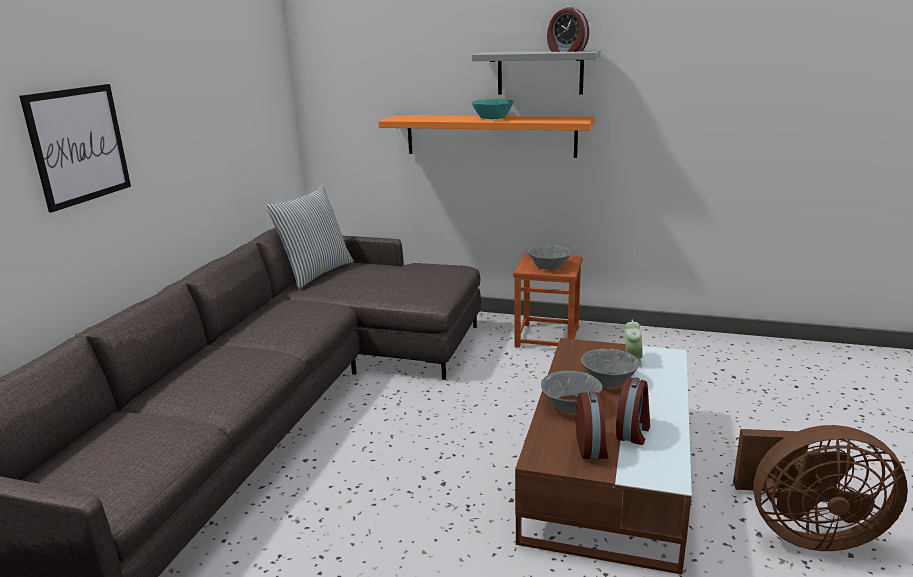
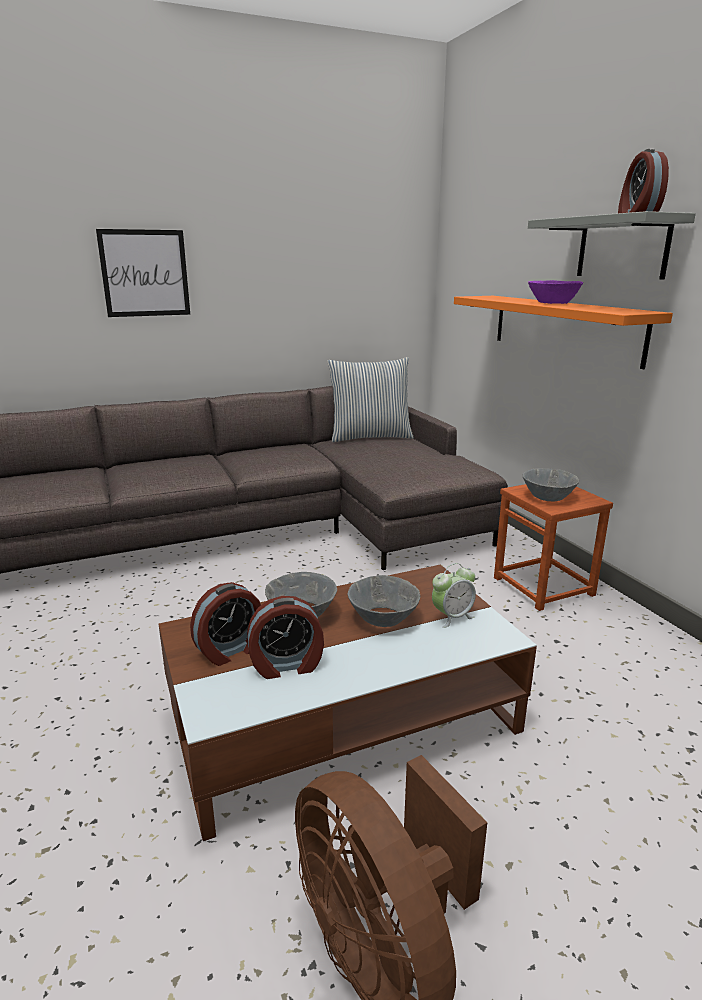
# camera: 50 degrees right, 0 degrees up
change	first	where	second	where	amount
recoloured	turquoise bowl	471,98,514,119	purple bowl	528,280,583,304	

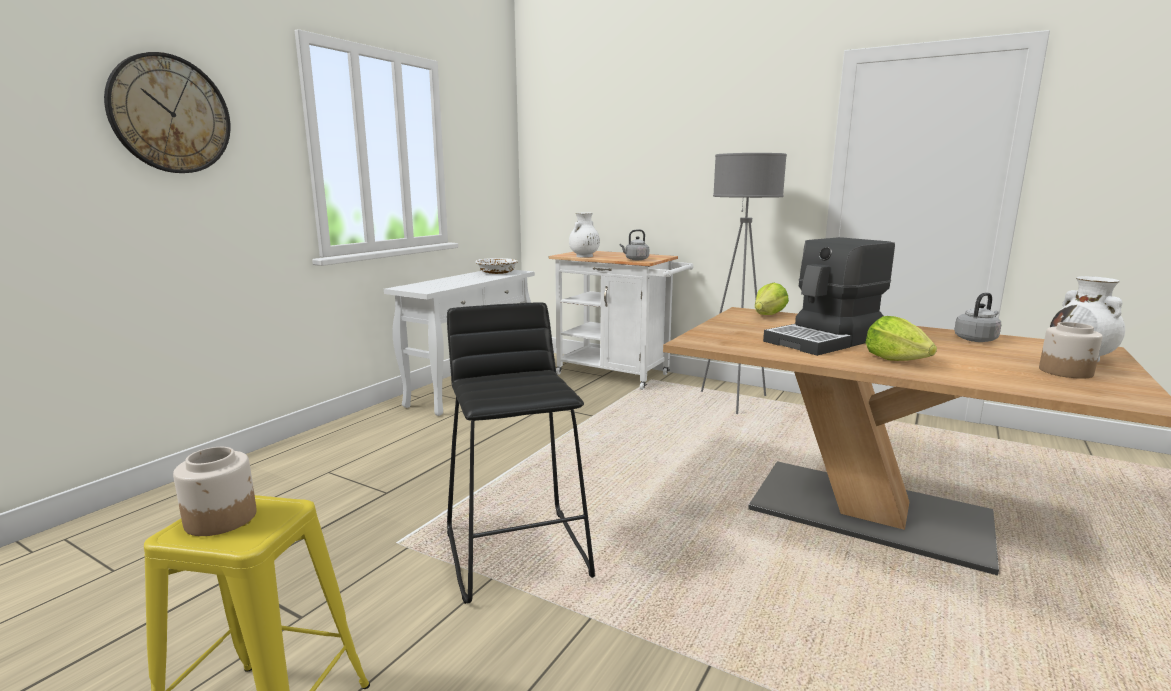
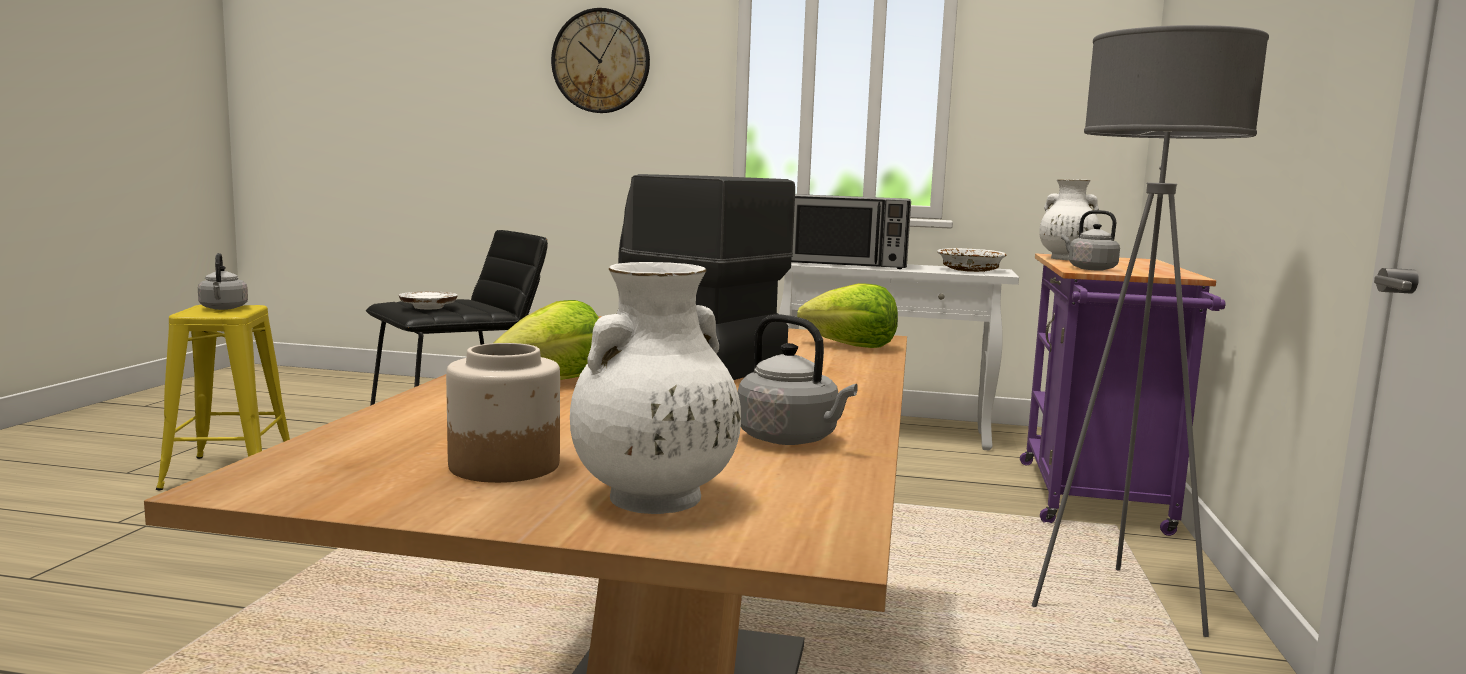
# camera: 70 degrees right, 5 degrees down
change	first	where	second	where	amount
replaced	jar	173,447,257,536	grey kettle	198,253,248,310	
added			white plate	399,292,458,309	
added			microwave	791,194,911,269	
recoloured	white cart	549,251,693,390	purple cart	1020,253,1226,536	

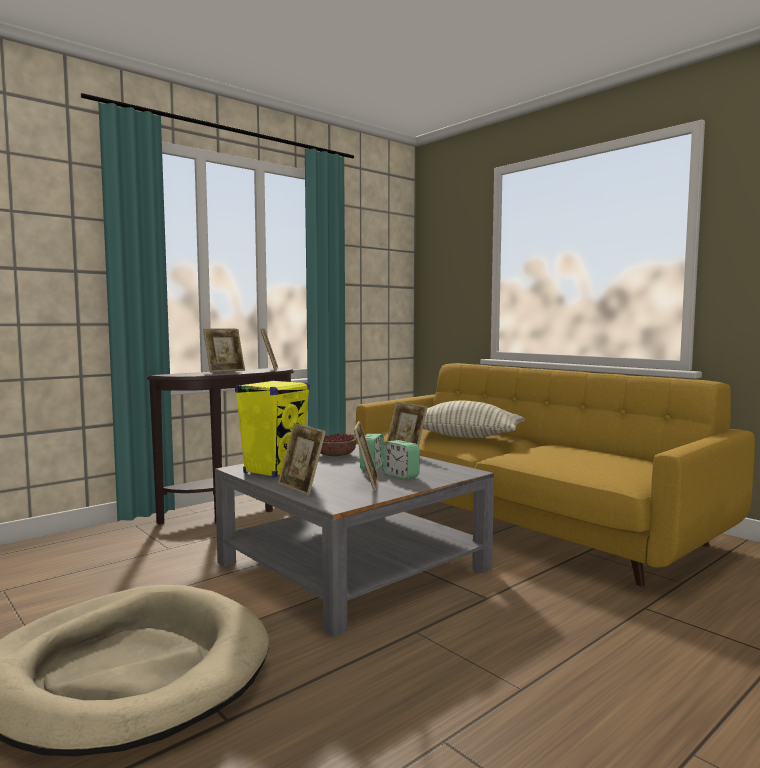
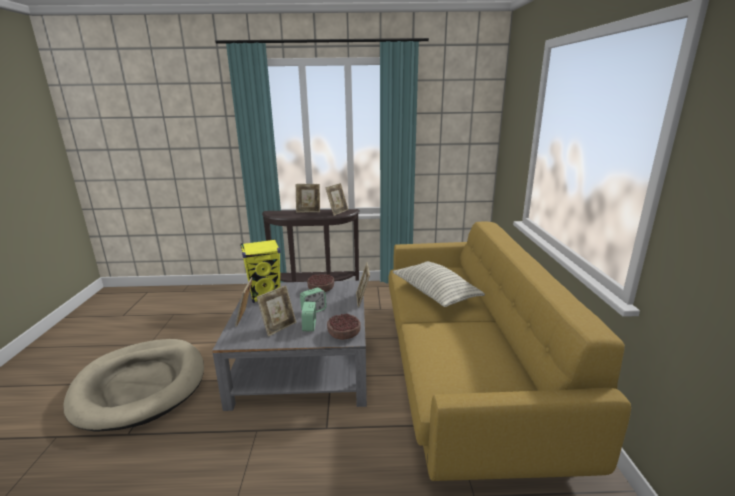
# camera: 40 degrees right, 15 degrees up
change	first	where	second	where	amount
added			bowl	327,314,361,340	

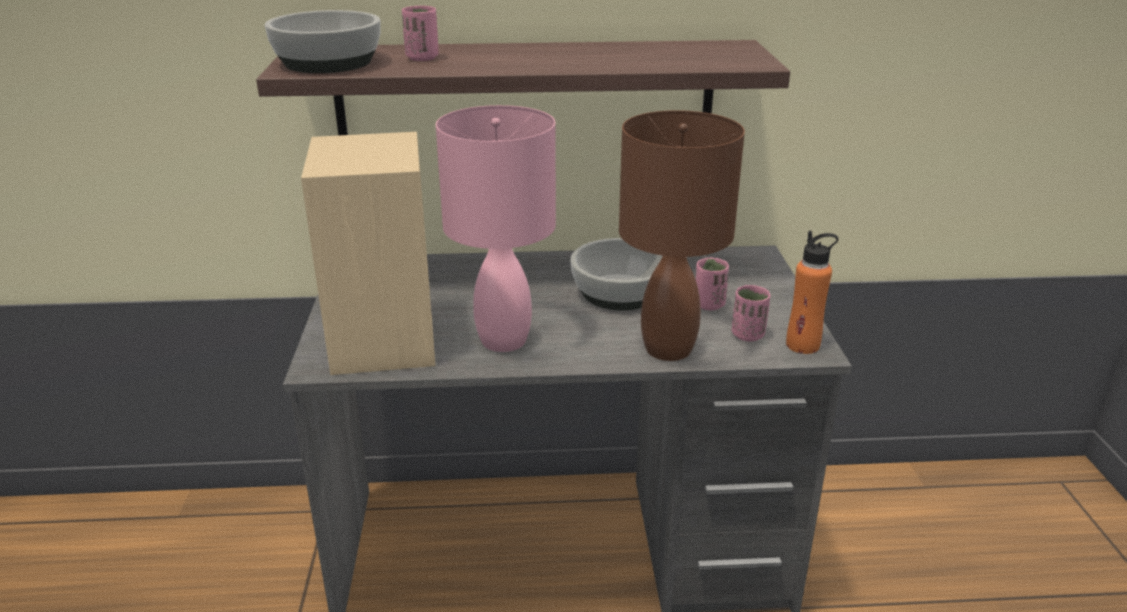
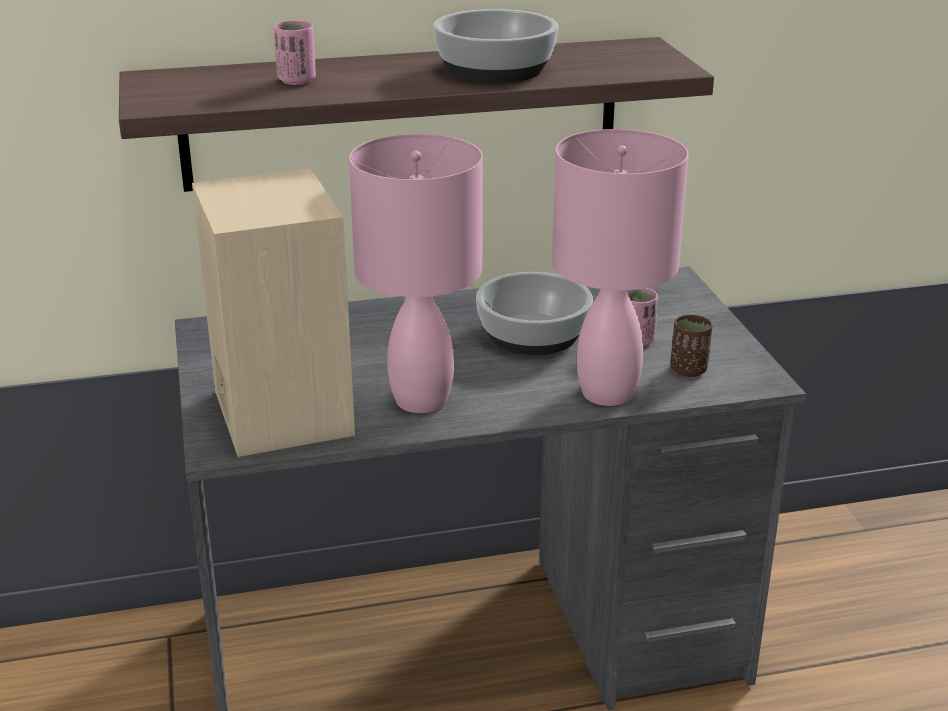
# camera: 10 degrees left, 0 degrees up
change	first	where	second	where	amount
moved	bowl	265,10,381,73		433,9,558,83	
recoloured	brown table lamp	619,110,745,361	pink table lamp	552,129,689,406	
recoloured	pink cup	732,285,770,341	brown cup	670,315,713,377	
removed	orange bottle	786,231,838,354			

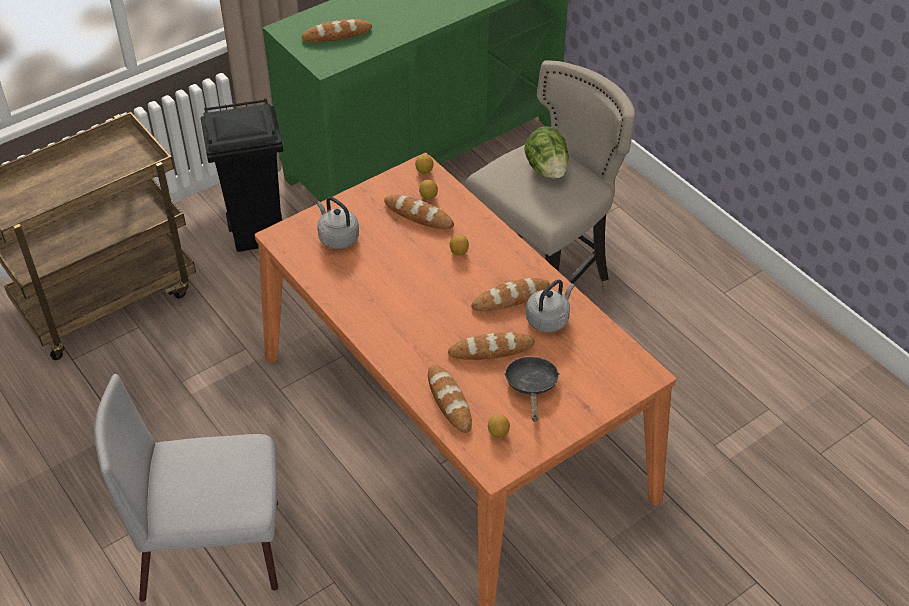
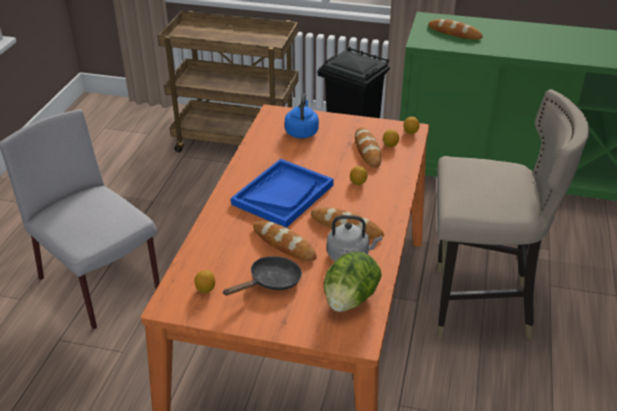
# camera: 50 degrees right, 10 degrees down
change	first	where	second	where	amount
added			blue tray	231,159,334,228	
recoloured	grey kettle	317,197,359,249	blue kettle	285,93,319,138	
moved	lettuce	524,126,569,179		324,252,382,312	
removed	bread	428,365,472,433			

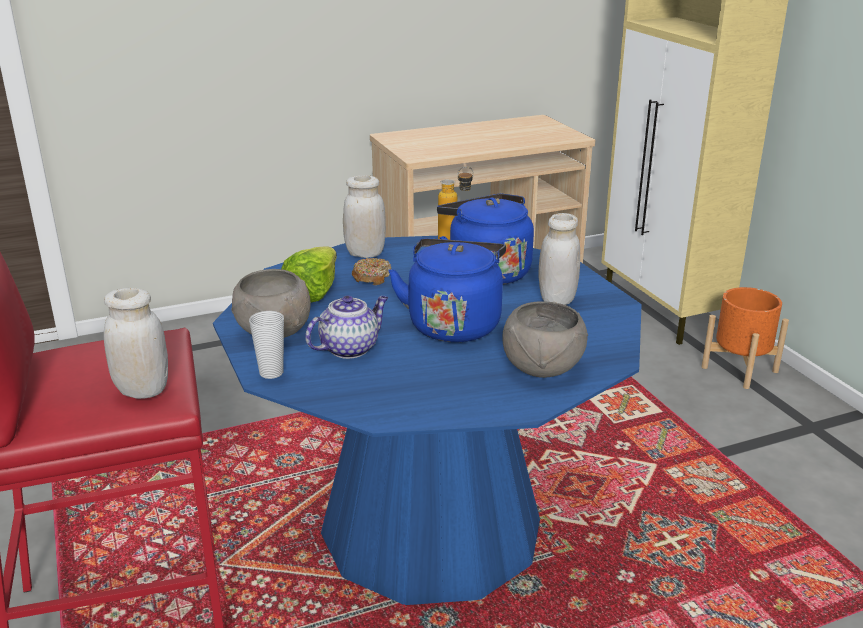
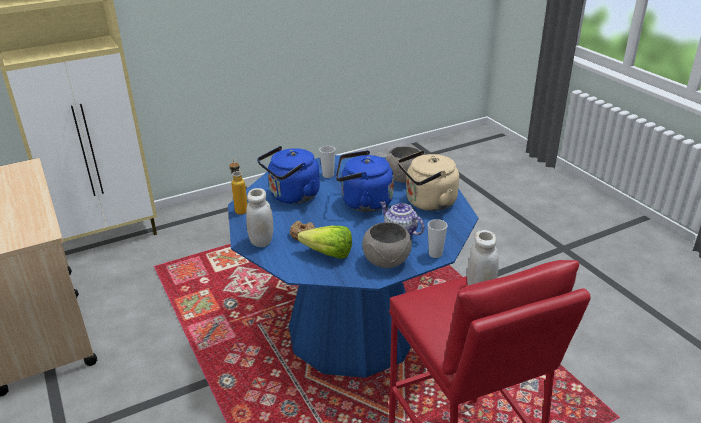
# camera: 95 degrees left, 5 degrees up
change	first	where	second	where	amount
replaced	white jar	539,213,580,305	cup	319,146,335,178	
added			beige kettle	398,150,459,211	
removed	orange planter	702,287,789,389			

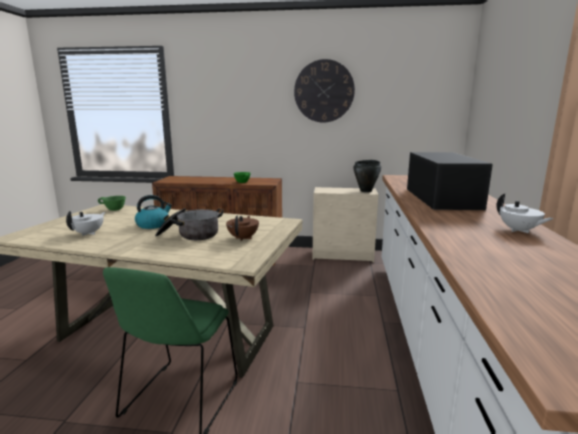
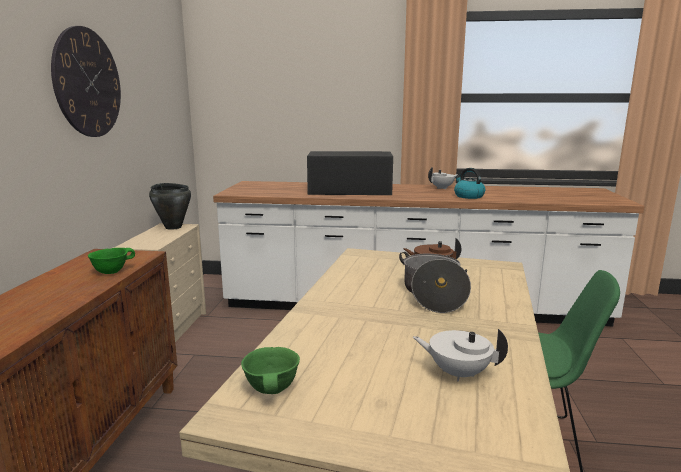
# camera: 90 degrees left, 0 degrees up
change	first	where	second	where	amount
moved	kettle	135,195,172,229		454,168,485,199	

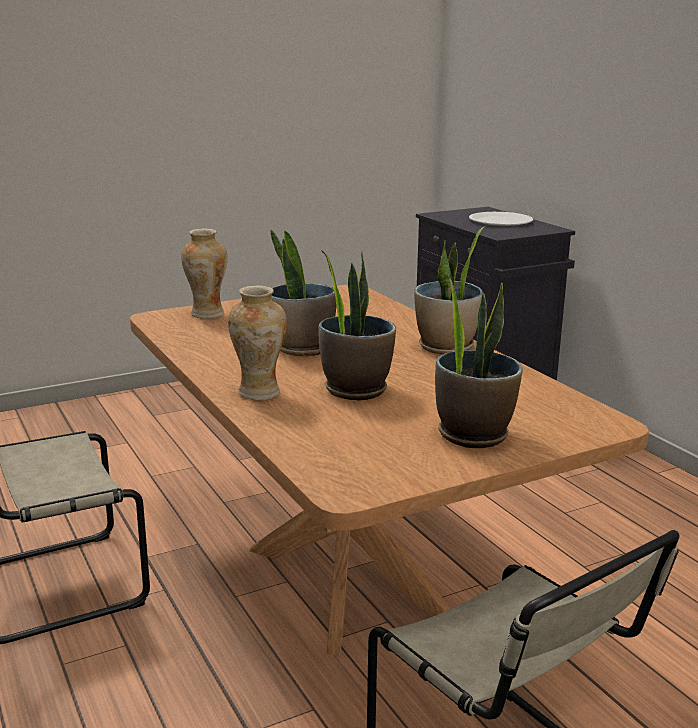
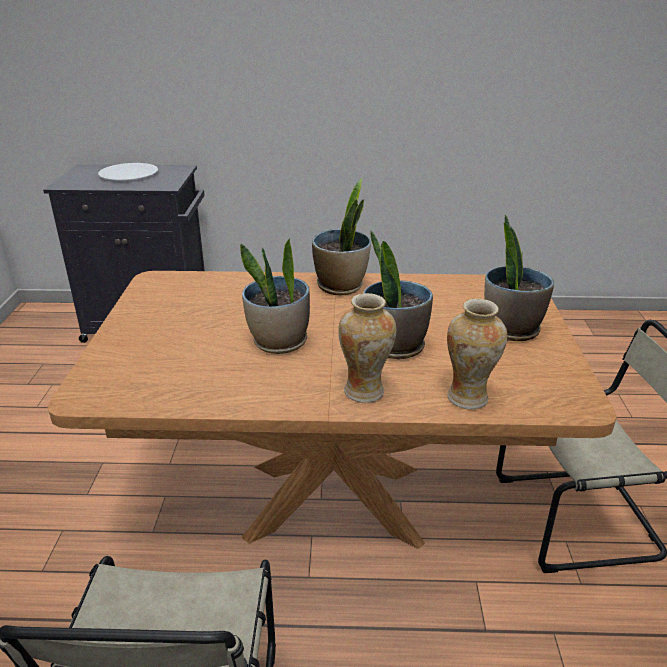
# camera: 60 degrees left, 10 degrees up
change	first	where	second	where	amount
moved	vase	181,229,227,319		447,299,507,410	

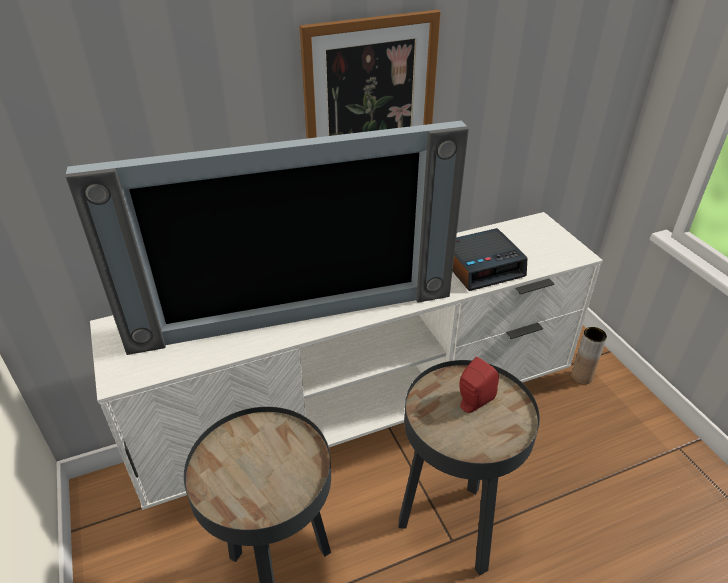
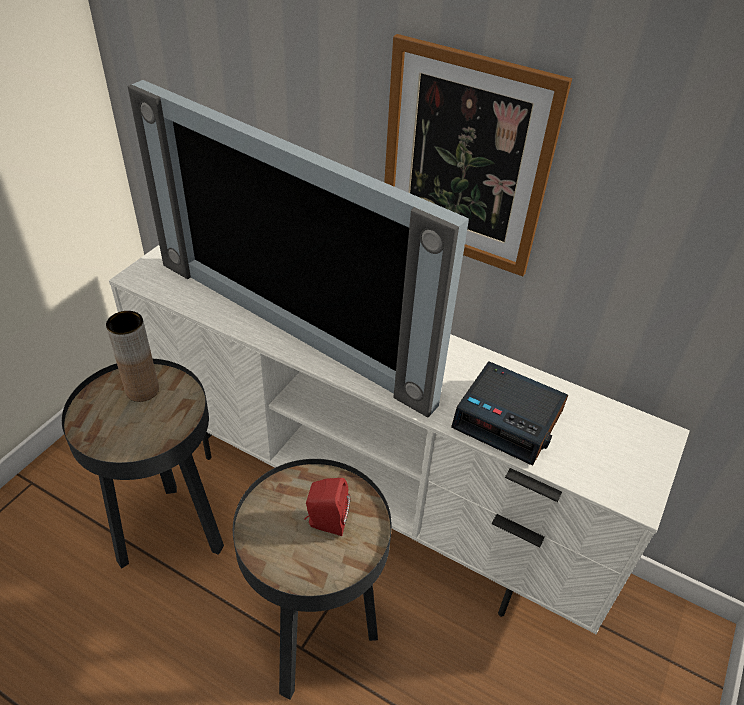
# camera: 50 degrees right, 5 degrees up
change	first	where	second	where	amount
moved	brown vase	571,327,607,384		106,311,159,402	

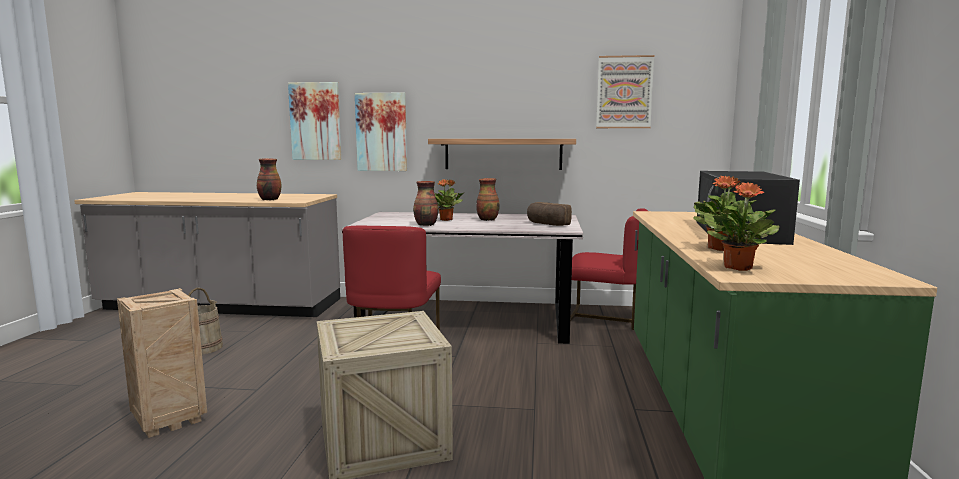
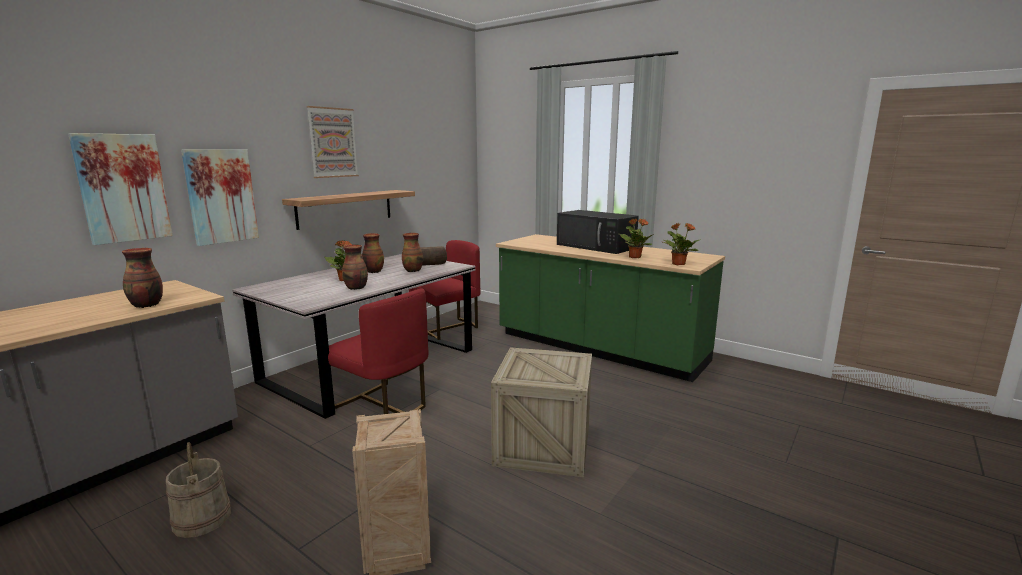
# camera: 60 degrees left, 5 degrees up
change	first	where	second	where	amount
moved	picture	596,55,654,128		307,106,359,178	
added			vase	402,233,423,272	

